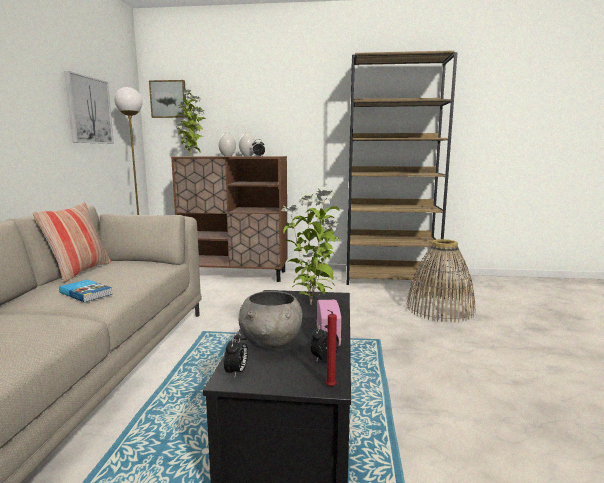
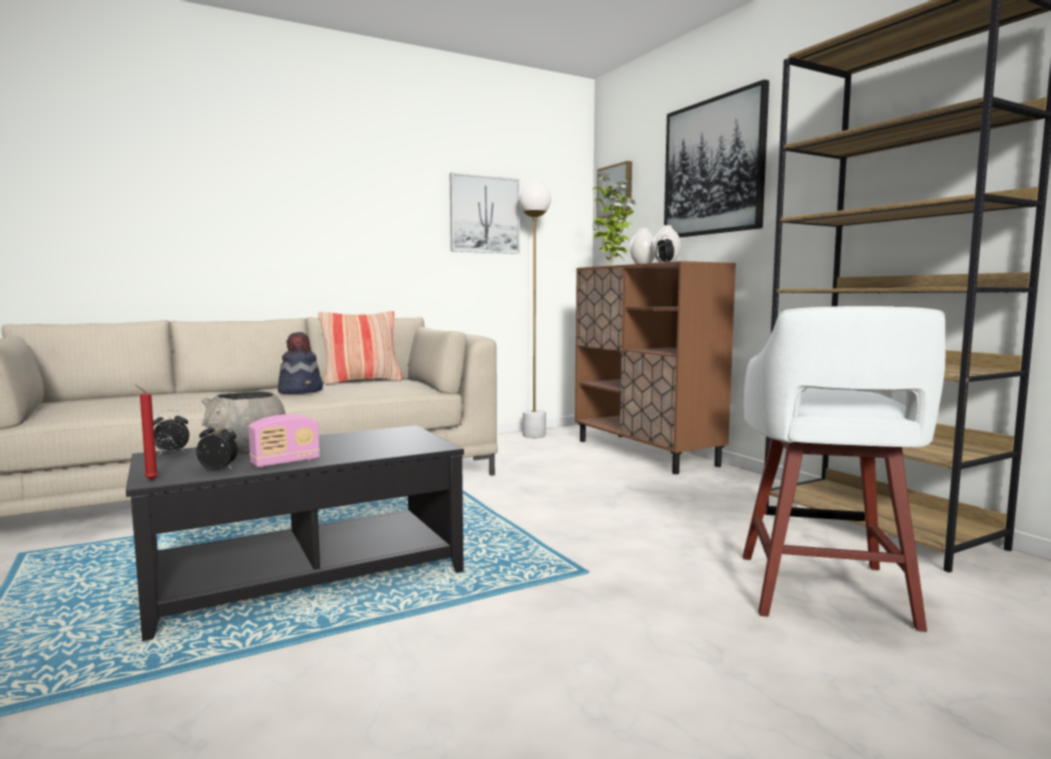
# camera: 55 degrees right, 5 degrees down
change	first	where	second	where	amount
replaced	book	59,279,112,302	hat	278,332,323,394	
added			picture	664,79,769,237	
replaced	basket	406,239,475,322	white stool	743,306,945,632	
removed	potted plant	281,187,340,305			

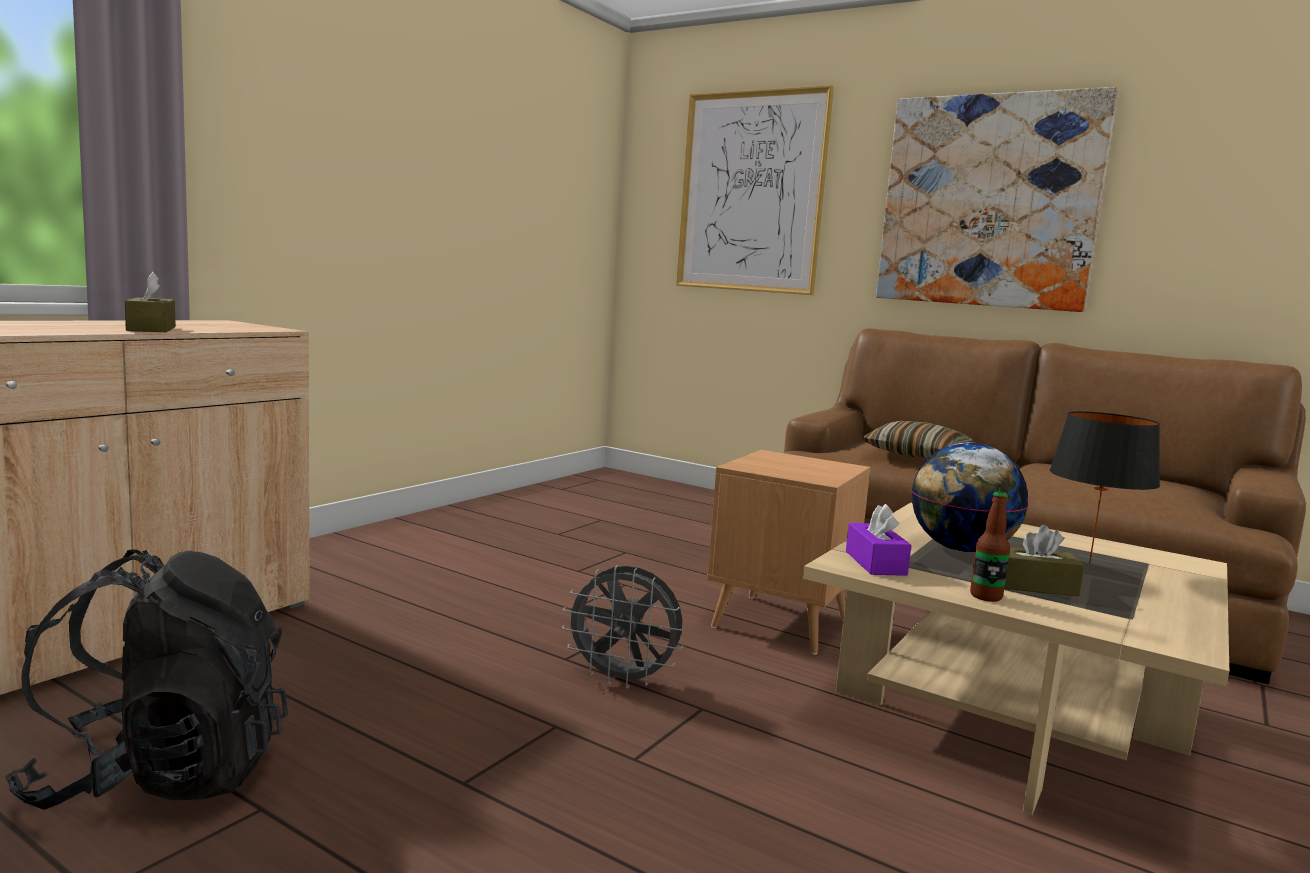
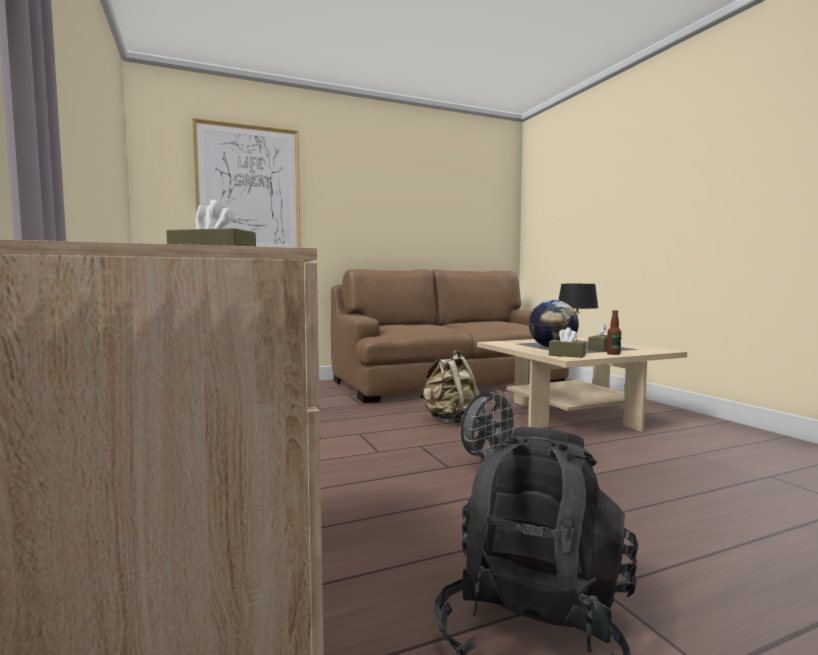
# camera: 55 degrees left, 5 degrees down
change	first	where	second	where	amount
replaced	brown side table	707,450,871,655	beige backpack	420,350,480,423	
recoloured	purple tissue box	846,504,912,576	brown tissue box	549,327,586,358	
removed	pillow	863,421,974,458			
removed	picture	876,87,1118,312			

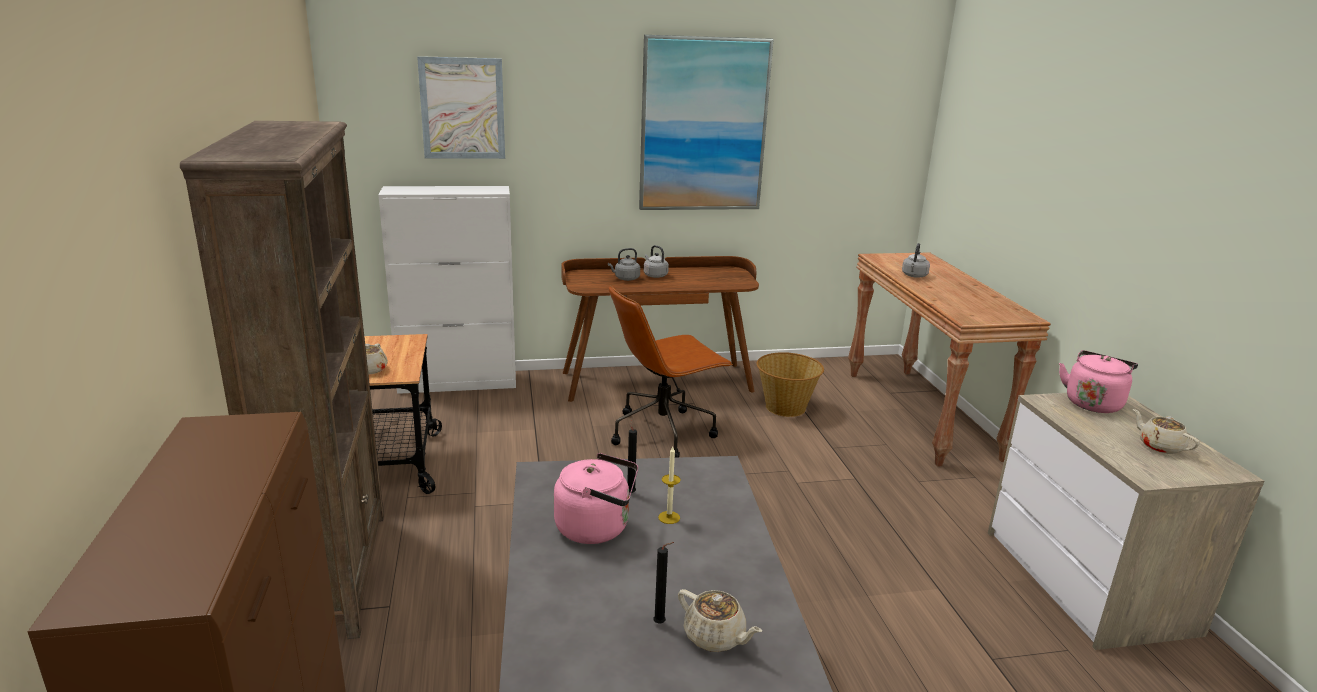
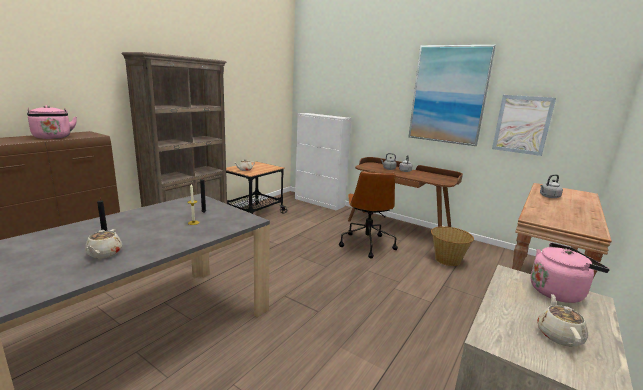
# camera: 45 degrees right, 5 degrees down
change	first	where	second	where	amount
moved	pink kettle	554,453,638,544		27,105,77,139	
turned	brown office chair	609,285,733,458		339,171,398,258	105 degrees counterclockwise
moved	picture	417,56,505,159		492,95,556,156	

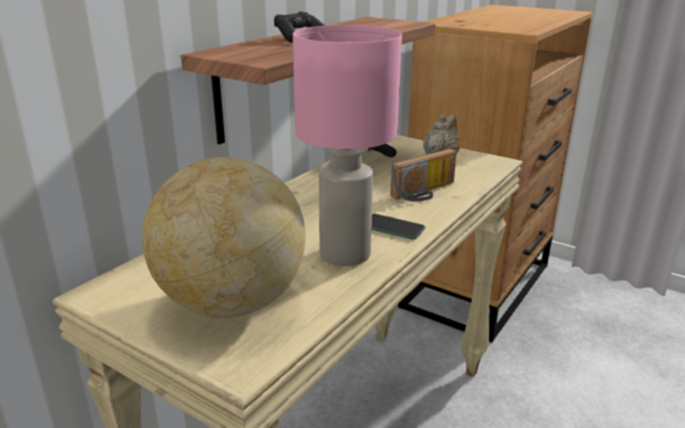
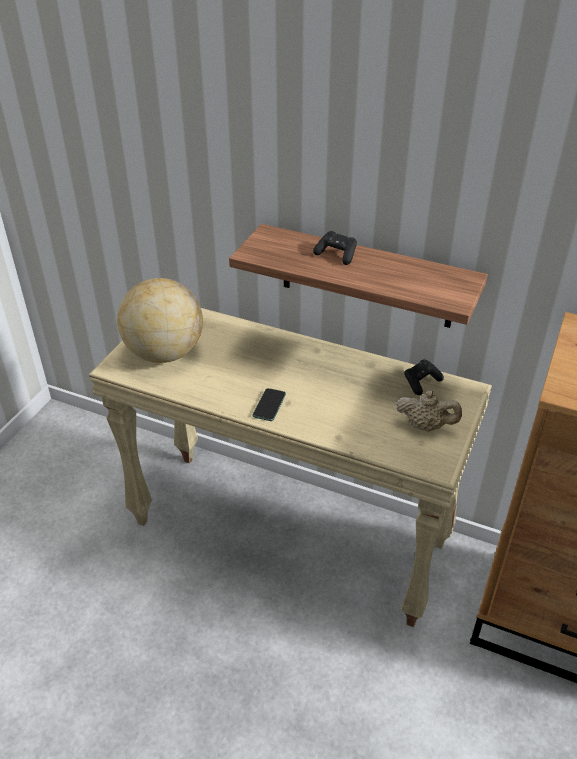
# camera: 80 degrees right, 15 degrees up
change	first	where	second	where	amount
removed	pink table lamp	293,25,402,266			
removed	radio	391,149,457,202			

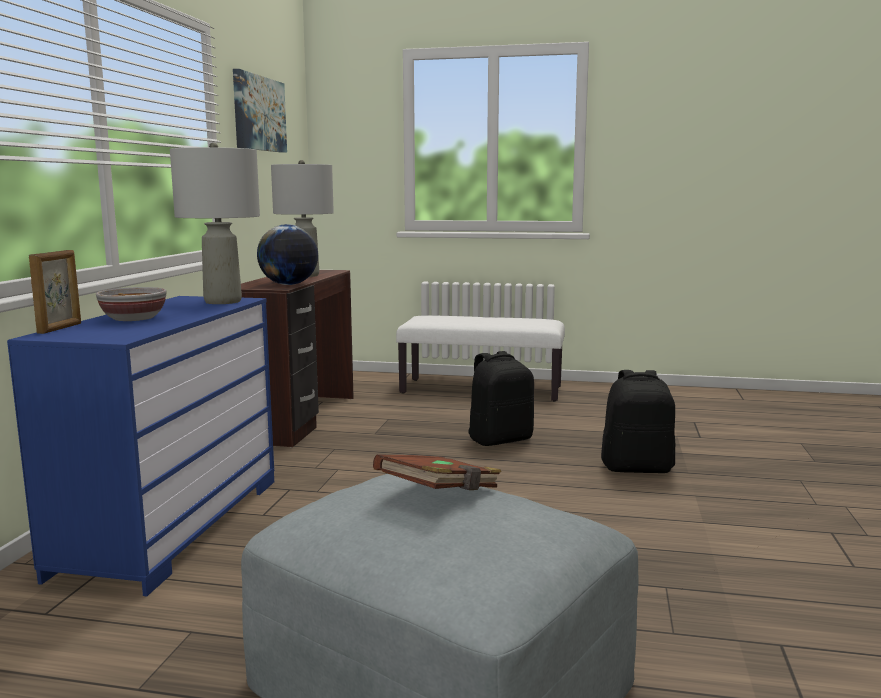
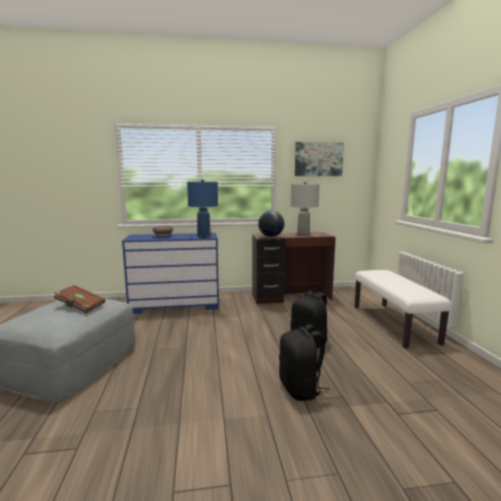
# camera: 70 degrees right, 0 degrees up
change	first	where	second	where	amount
recoloured	grey table lamp	170,143,260,304	blue table lamp	187,179,218,238	
removed	picture frame	29,250,81,334			

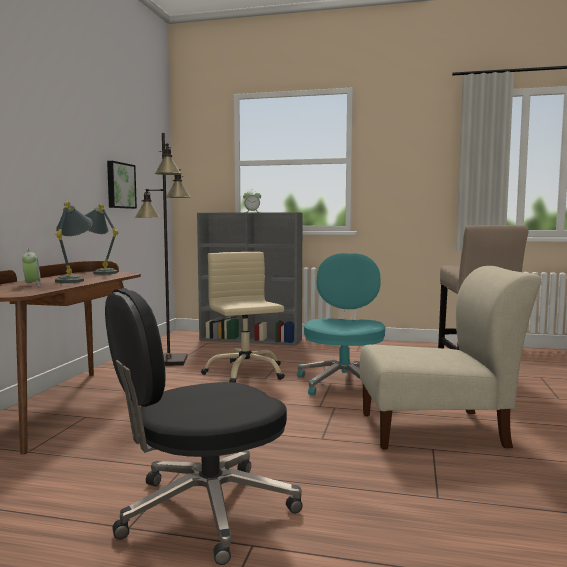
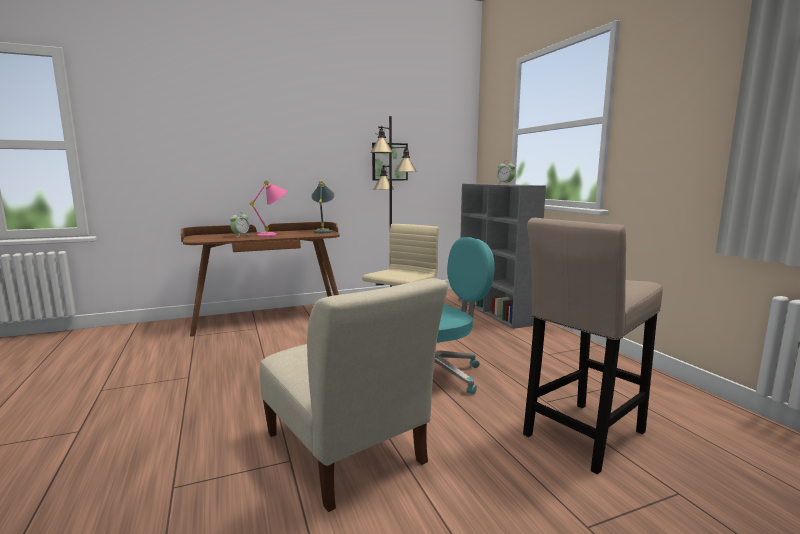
# camera: 55 degrees right, 5 degrees up
change	first	where	second	where	amount
recoloured	grey table lamp	55,202,93,283	pink table lamp	250,181,288,237	
removed	black office chair	105,288,303,565			

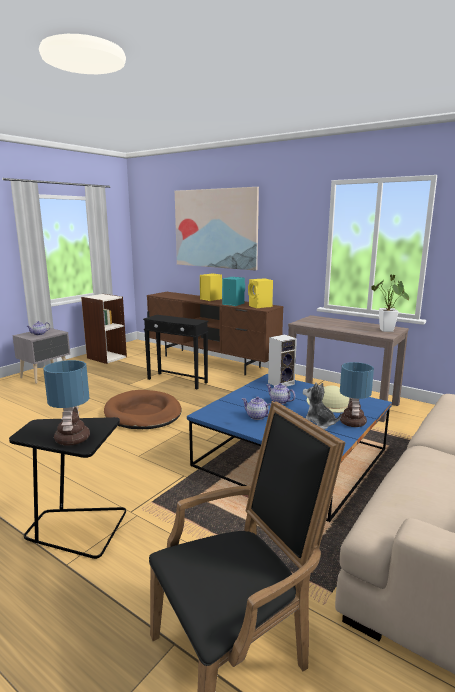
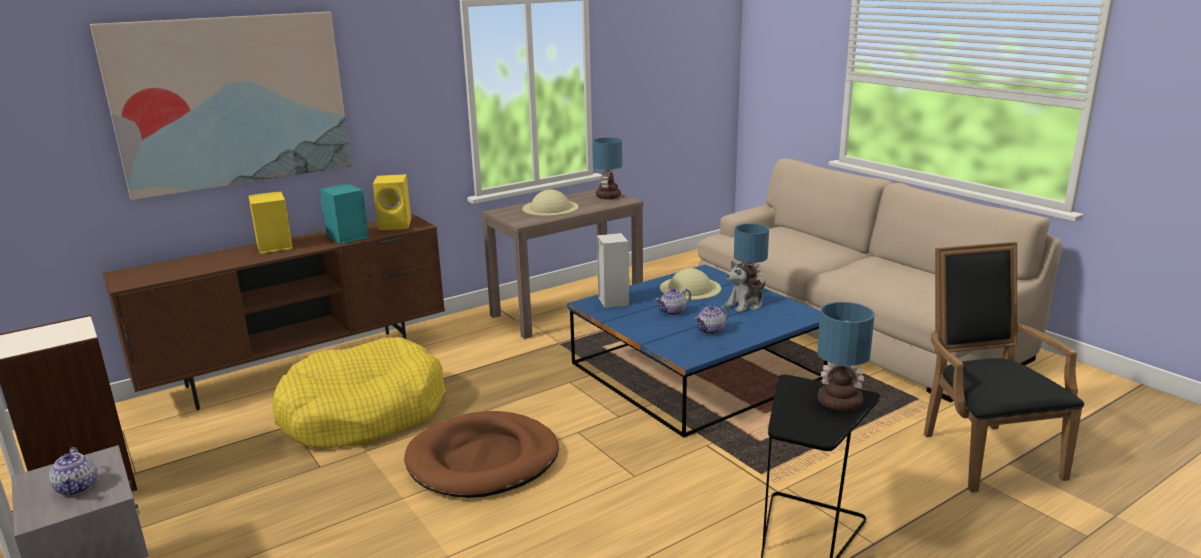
# camera: 70 degrees left, 5 degrees up
change	first	where	second	where	amount
replaced	black side table	143,315,209,389	yellow dog bed	272,337,445,449	
added			beige hat	522,189,578,216	
replaced	potted plant	371,275,409,332	table lamp	592,137,622,199	

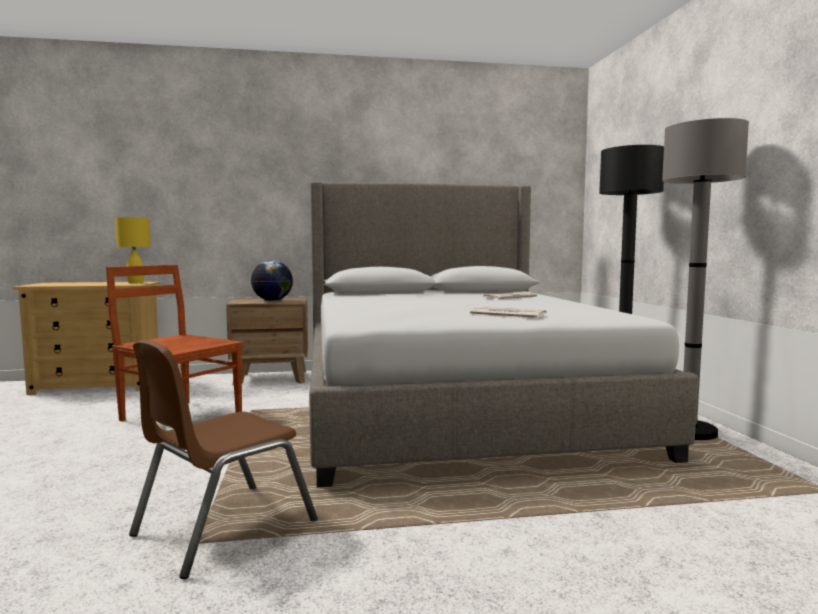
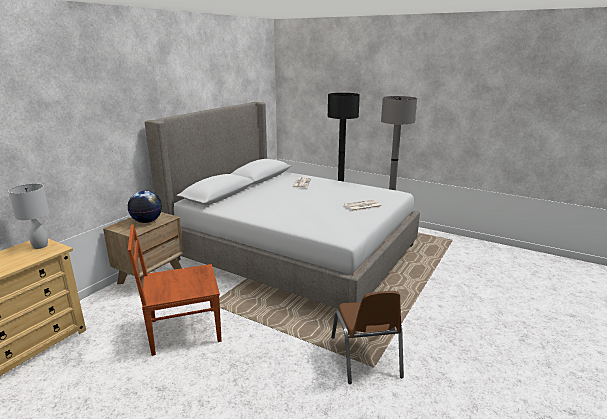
# camera: 50 degrees left, 15 degrees up
change	first	where	second	where	amount
recoloured	yellow table lamp	115,217,151,283	white table lamp	8,184,50,249	

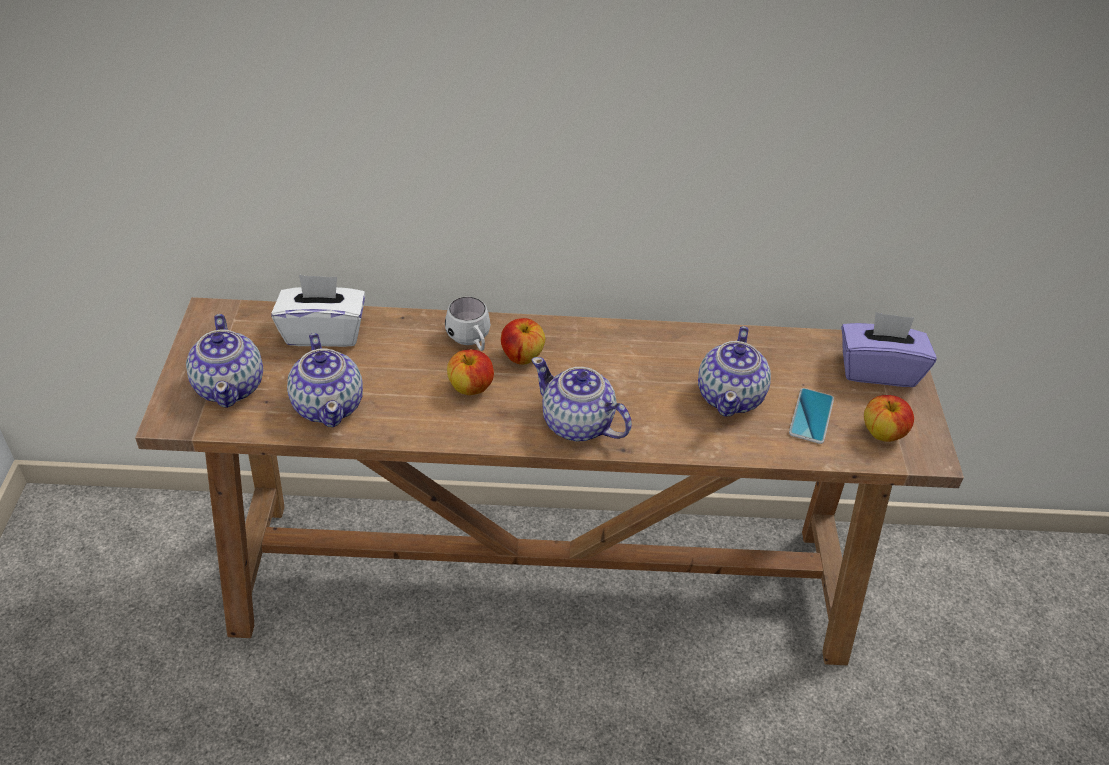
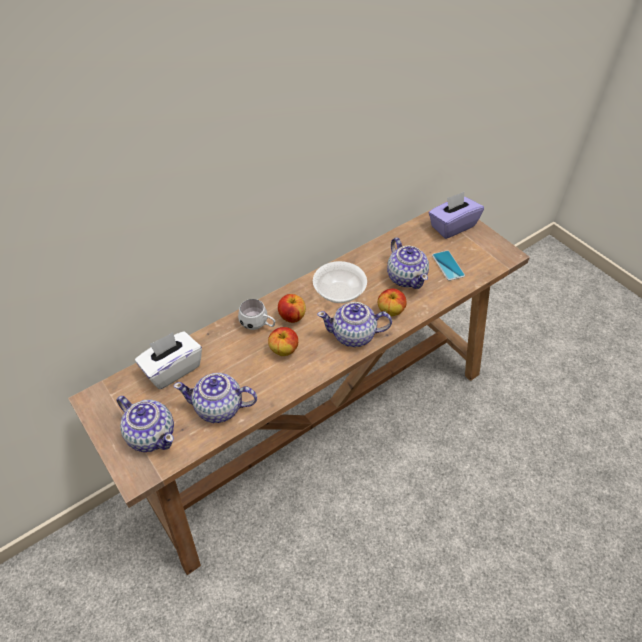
# camera: 35 degrees left, 5 degrees up
change	first	where	second	where	amount
turned	teapot	287,333,363,427		174,373,257,423	150 degrees clockwise
added			bowl	313,261,367,303	
moved	apple	864,395,914,442		378,289,407,316	

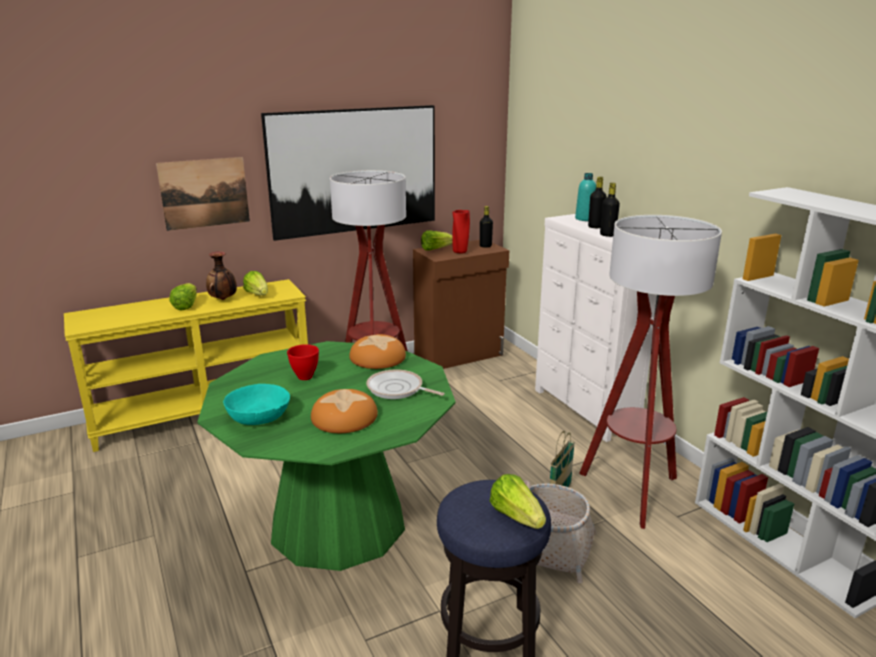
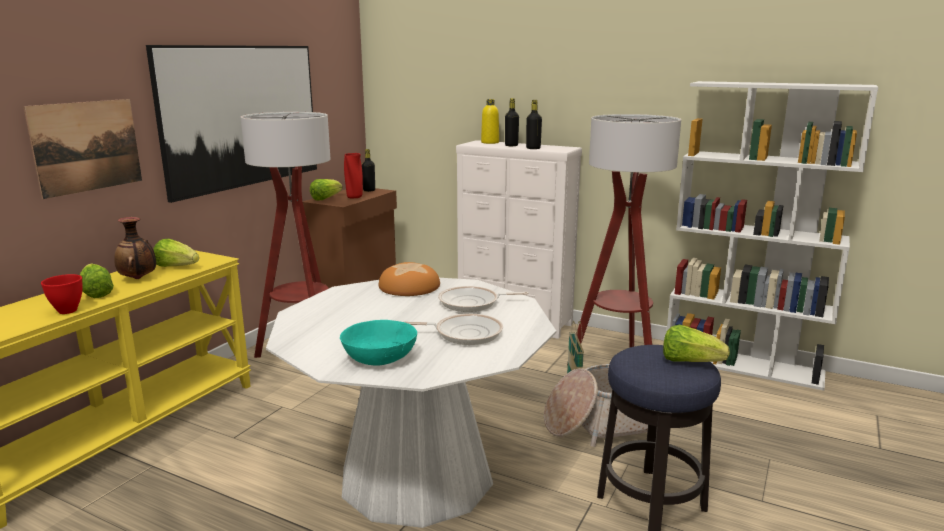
# camera: 35 degrees left, 5 degrees down
change	first	where	second	where	amount
moved	red bowl	287,344,319,380		41,274,83,314	
recoloured	green dining table	197,341,456,571	white dining table	266,278,556,528	
replaced	bread	311,389,378,433	frying pan	405,314,503,345	
recoloured	turquoise bottle	575,173,596,221	yellow bottle	481,99,499,144	

